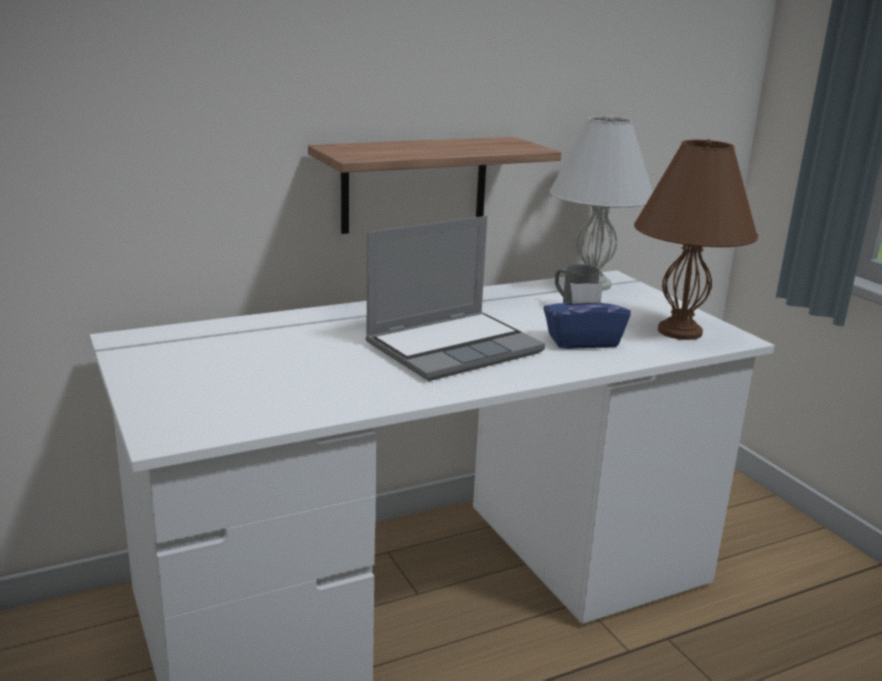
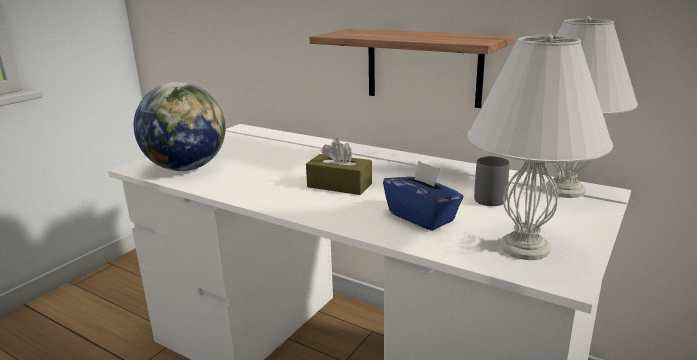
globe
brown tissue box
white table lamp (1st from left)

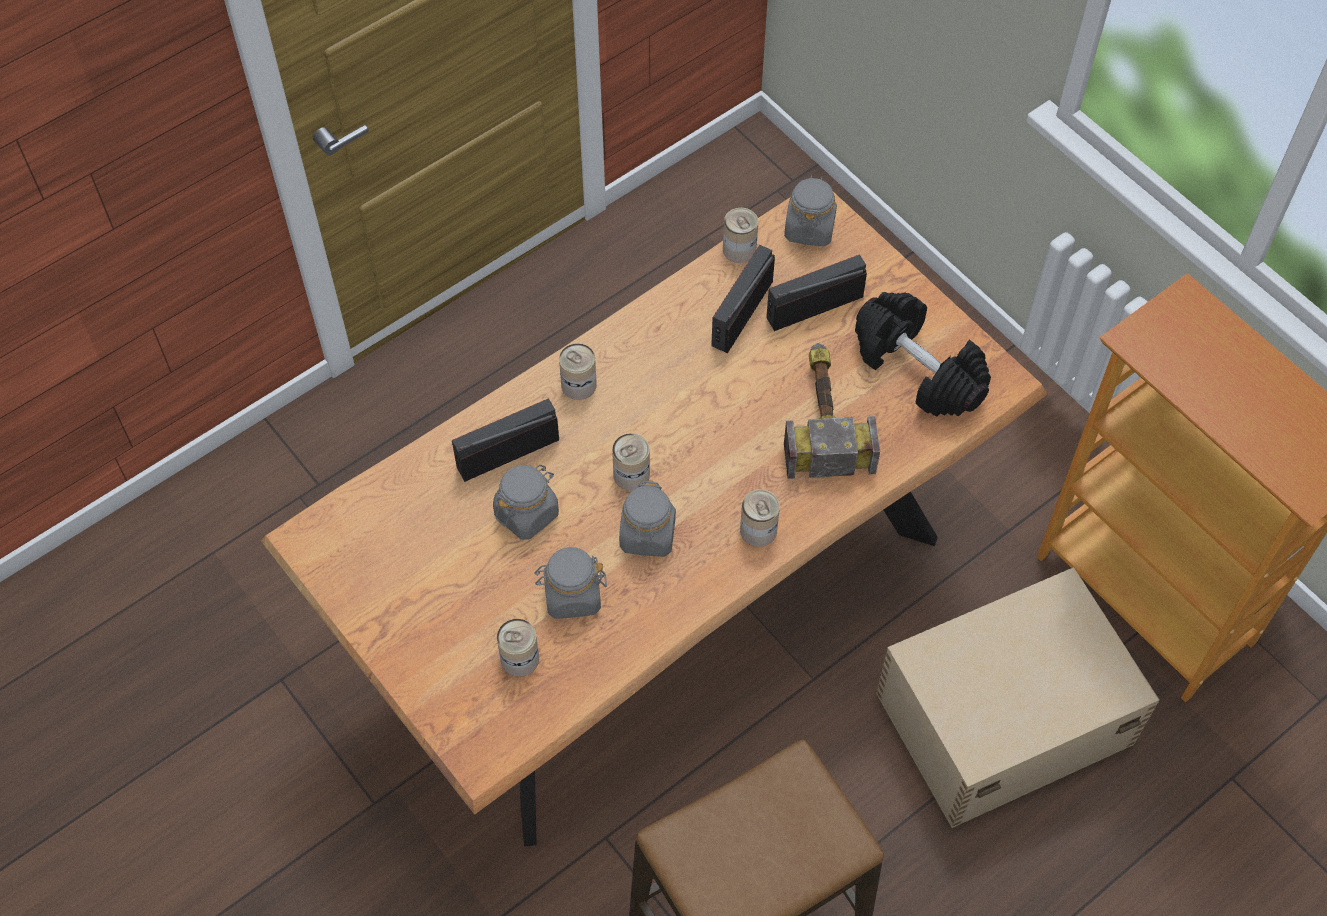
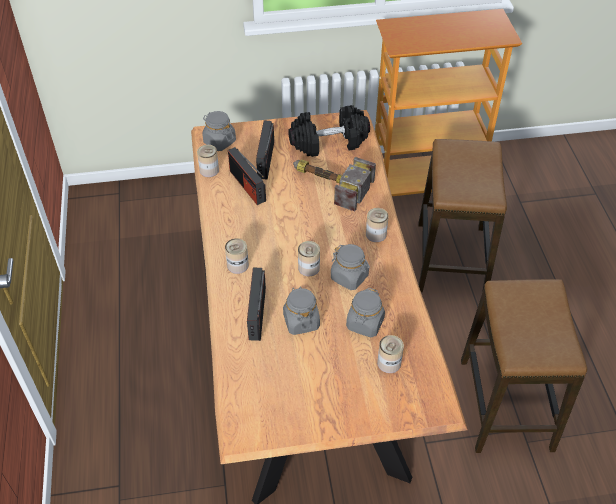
stool (1st from left)

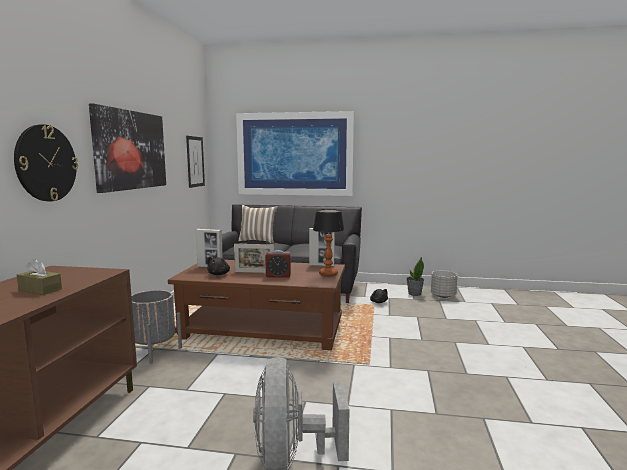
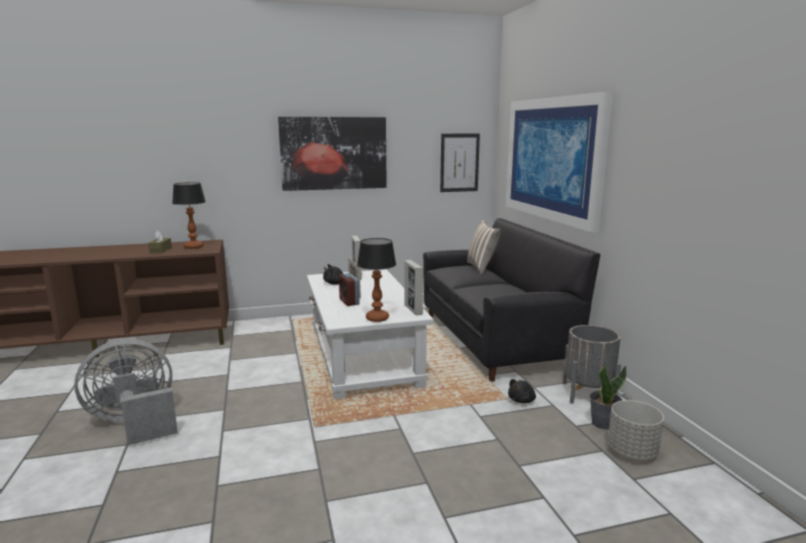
table lamp (1st from left)
white coffee table
grey planter (1st from left)
wall clock

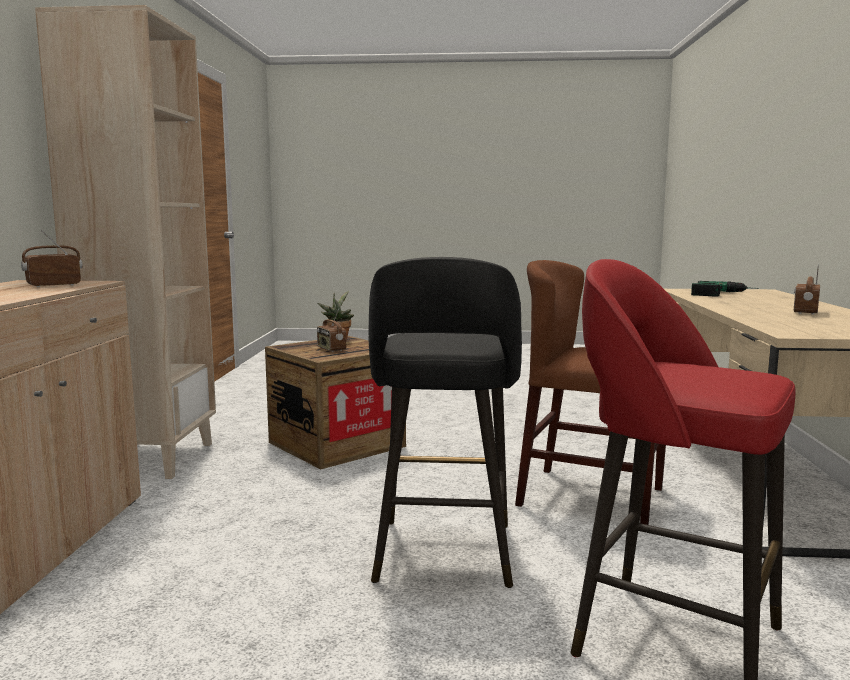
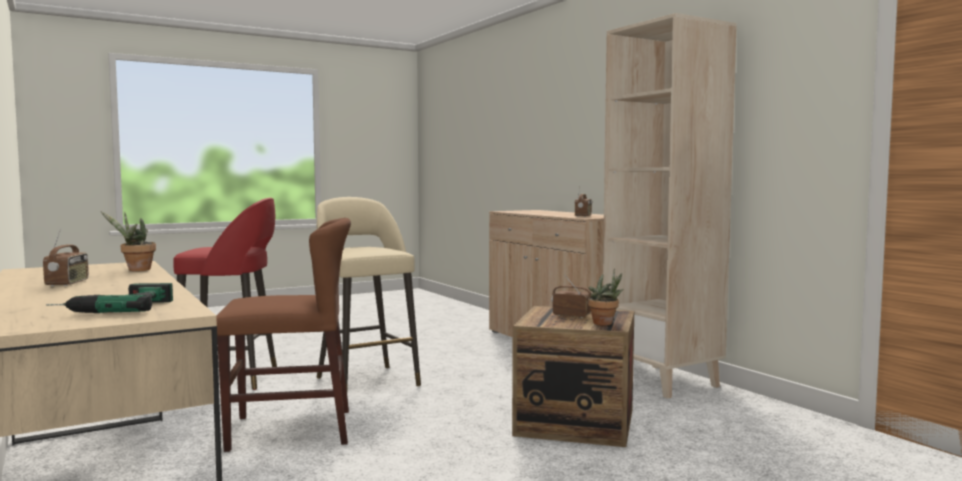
potted plant (1st from left)
beige stool

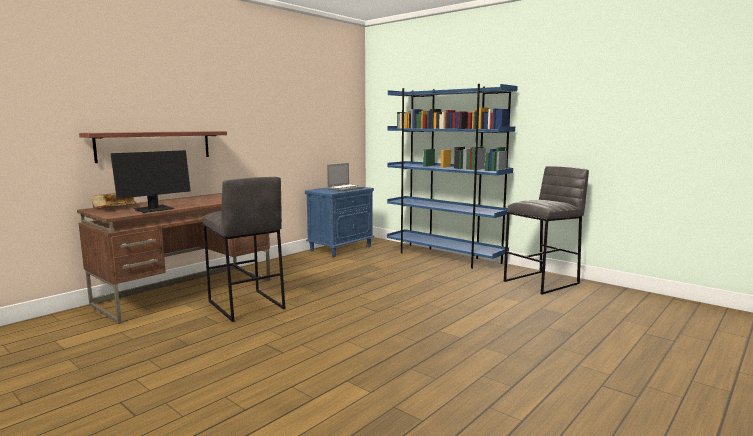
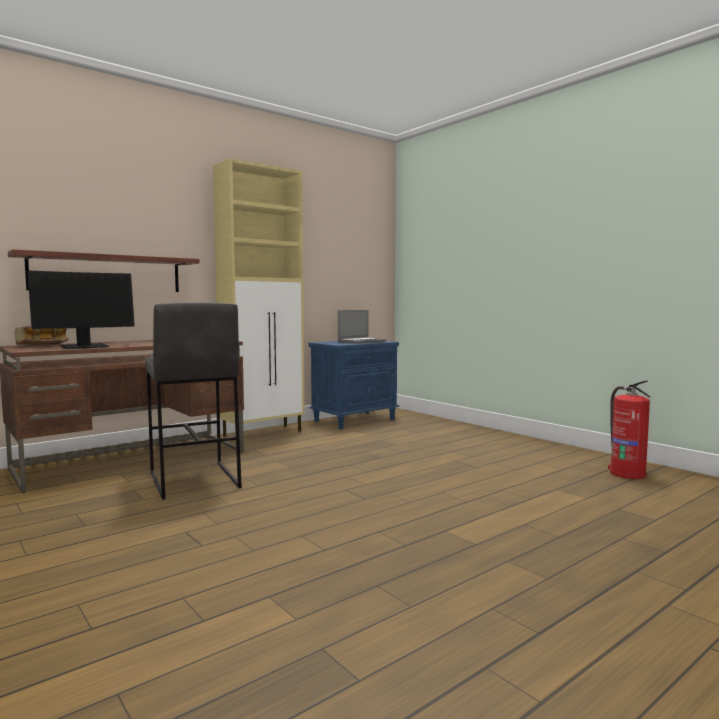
beige cabinet
fire extinguisher
blue bookcase

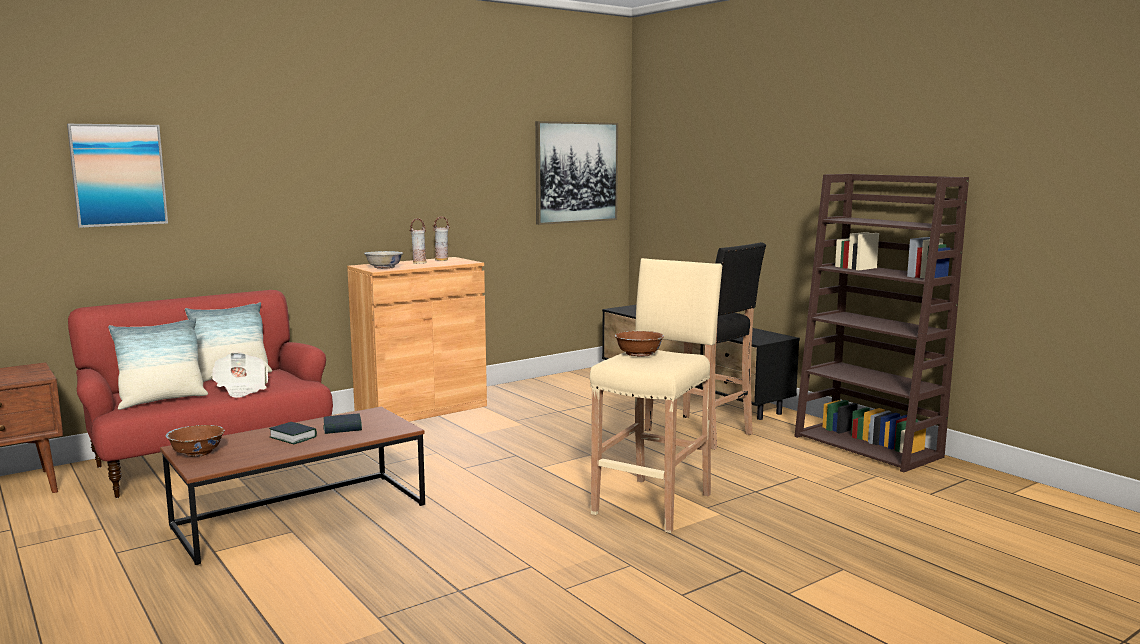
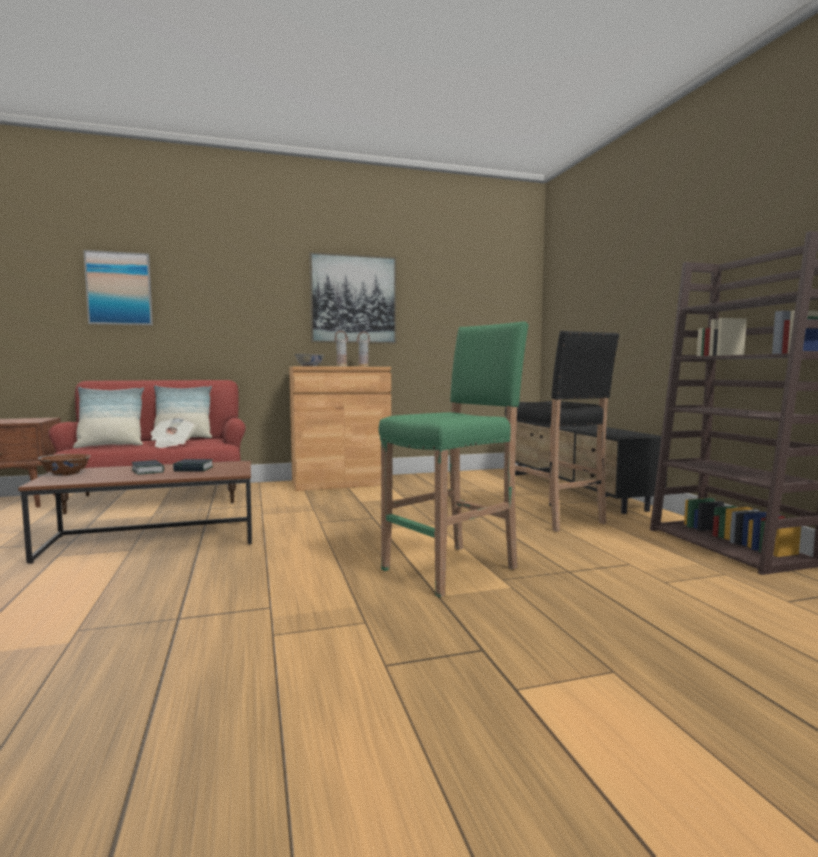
picture (2nd from left)
green stool
brown bowl (2nd from left in the first image)

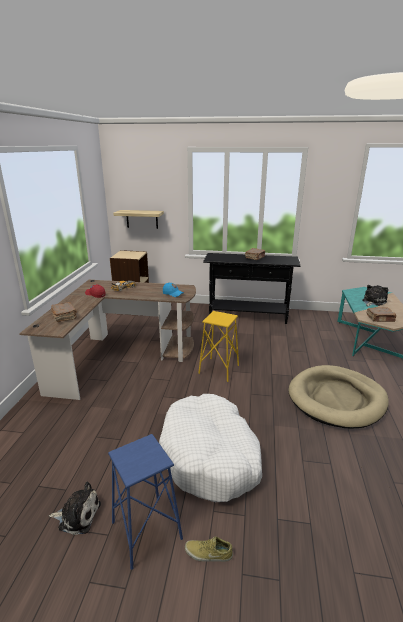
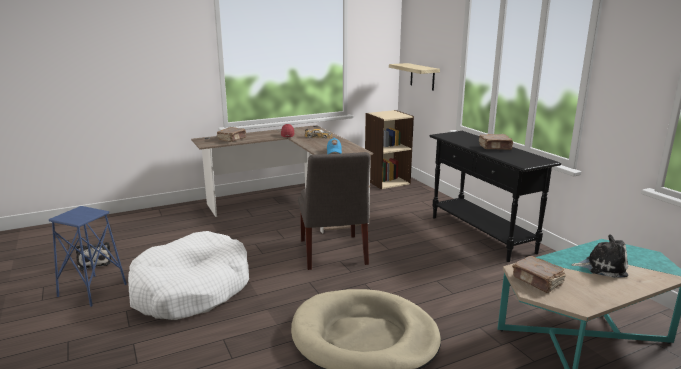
grey chair
beige shoe

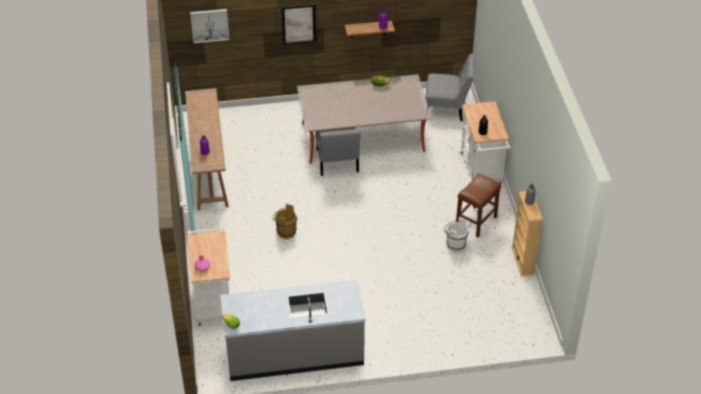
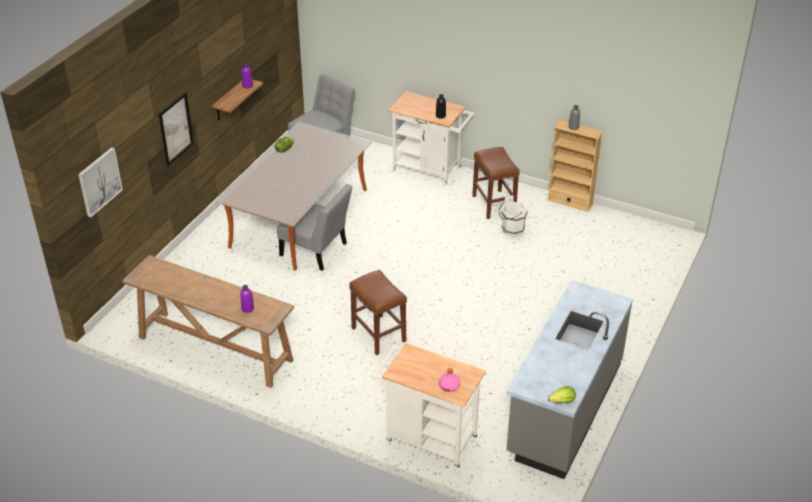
brown stool (1st from left)

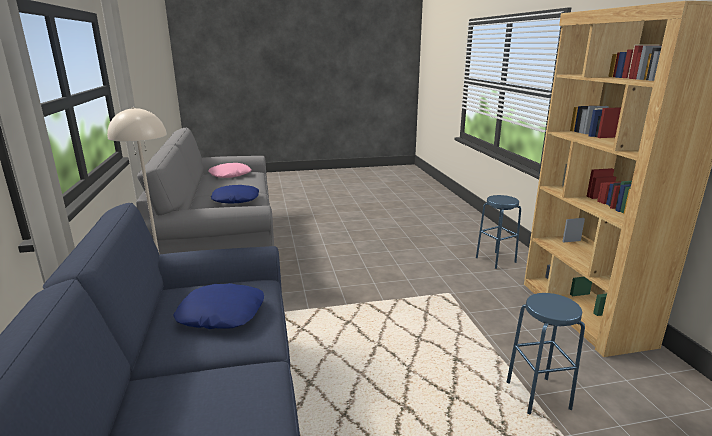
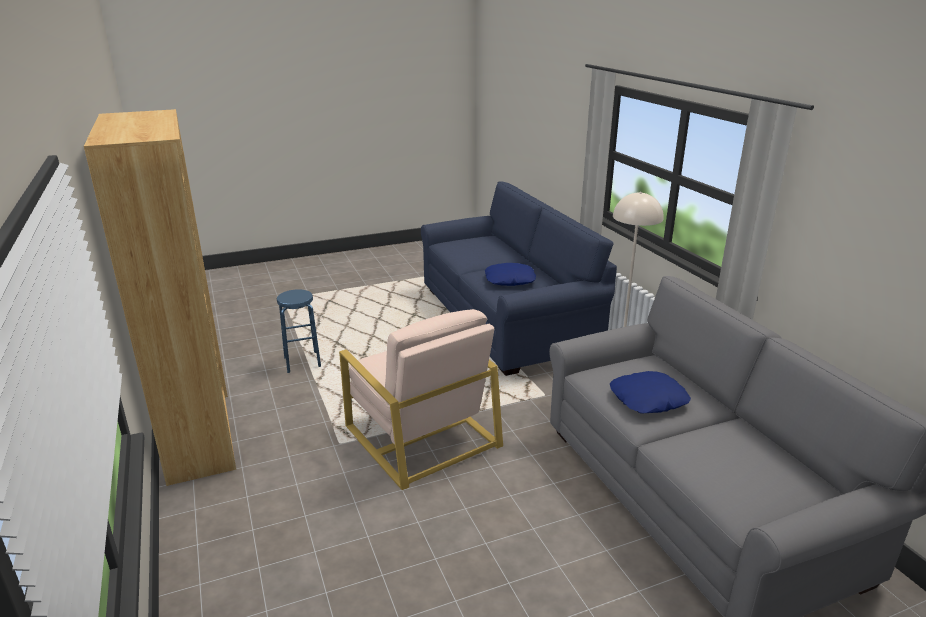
beige armchair
pink pillow
blue stool (1st from left in the first image)

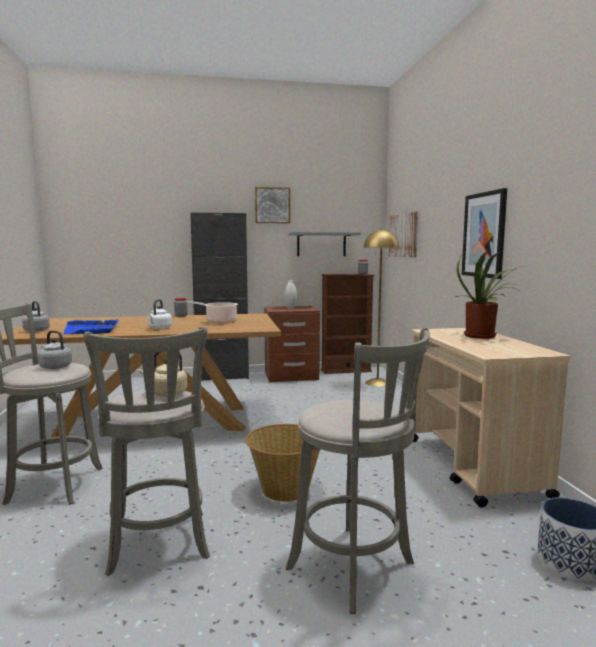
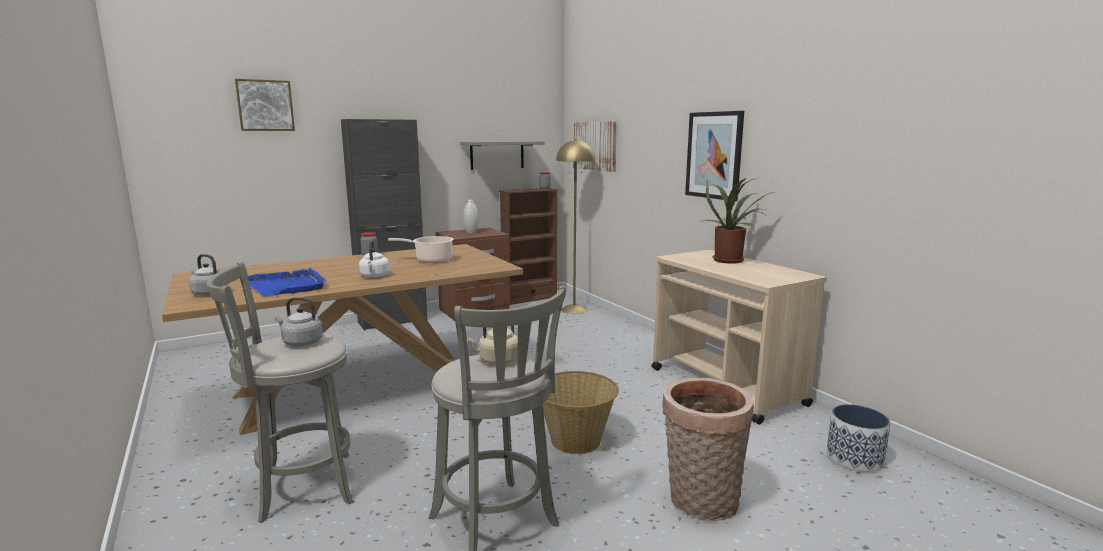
picture (1st from left)
basket (2nd from left)

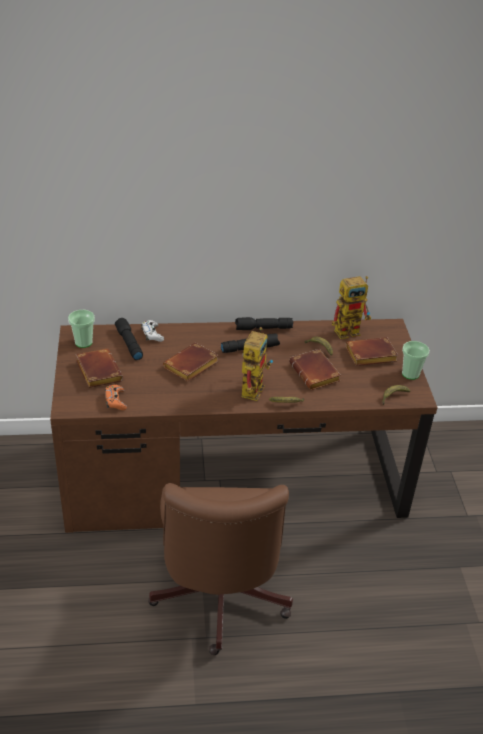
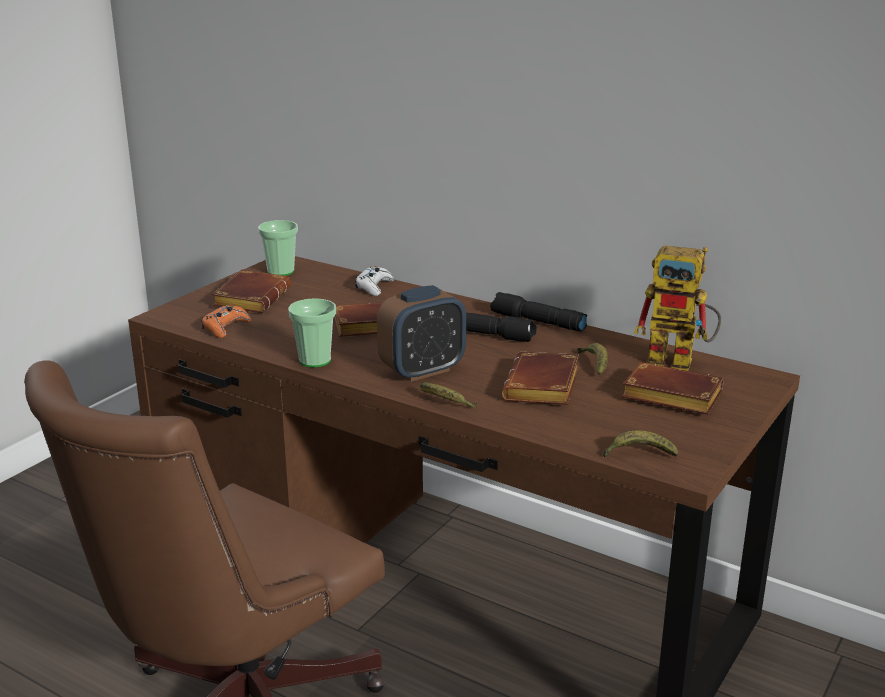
cup (2nd from left)
alarm clock
black flashlight (1st from left in the first image)

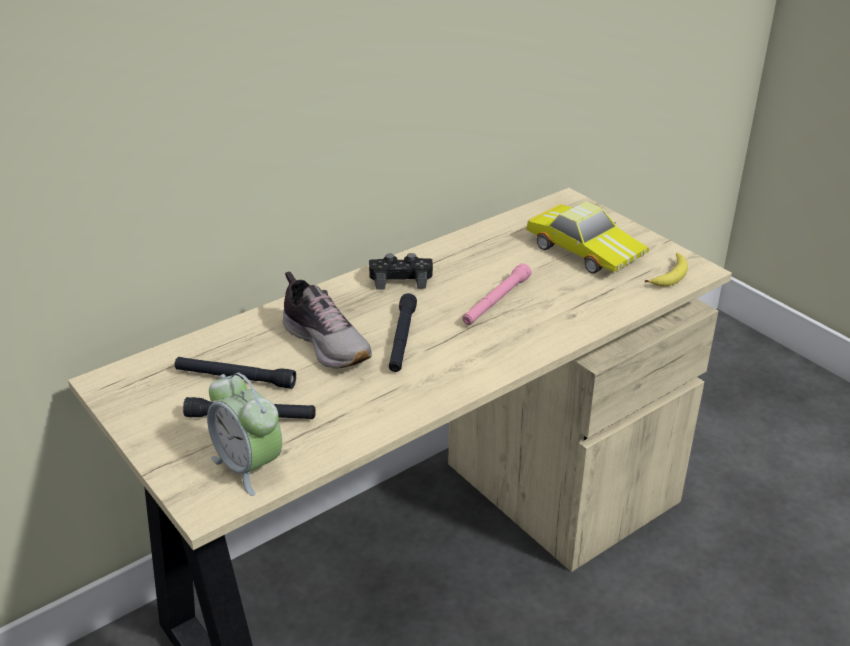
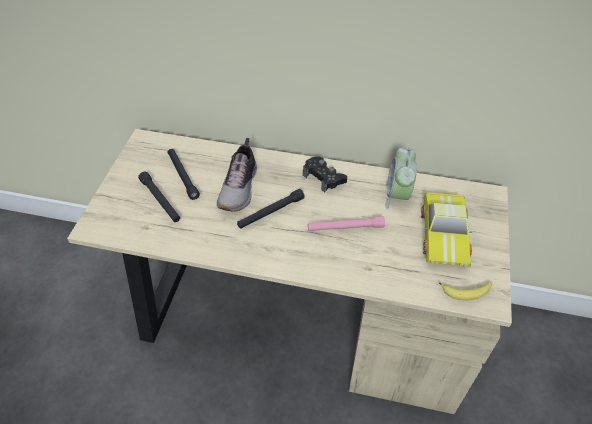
alarm clock

